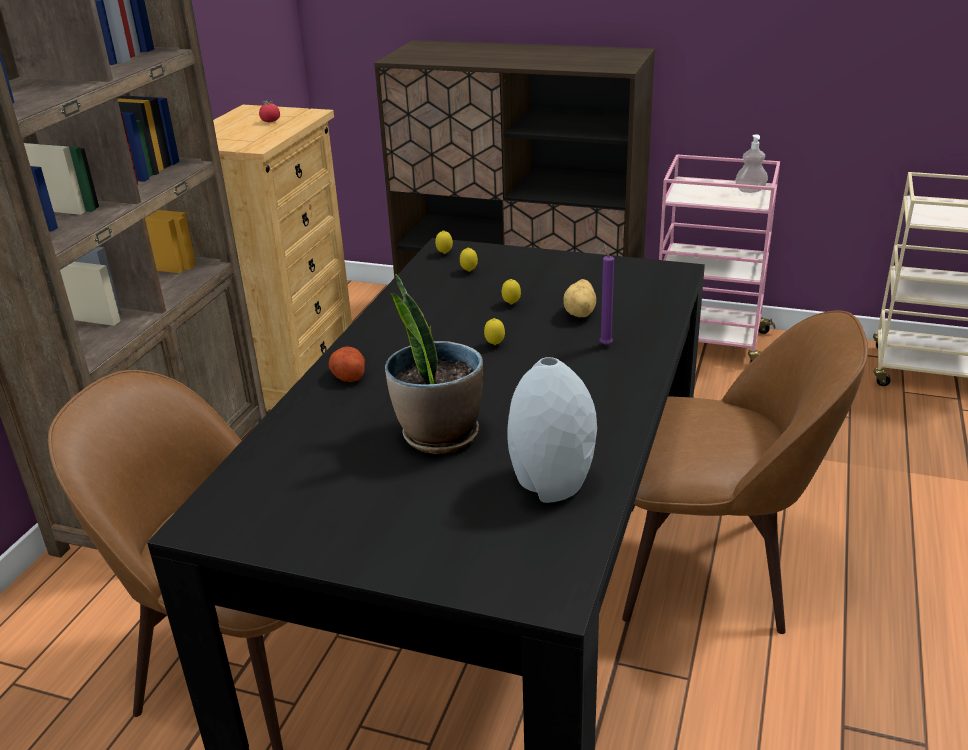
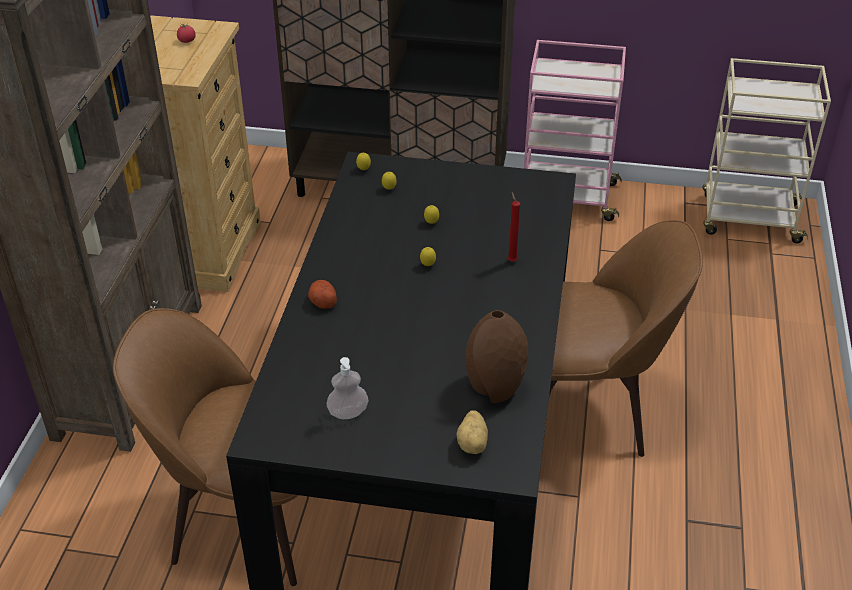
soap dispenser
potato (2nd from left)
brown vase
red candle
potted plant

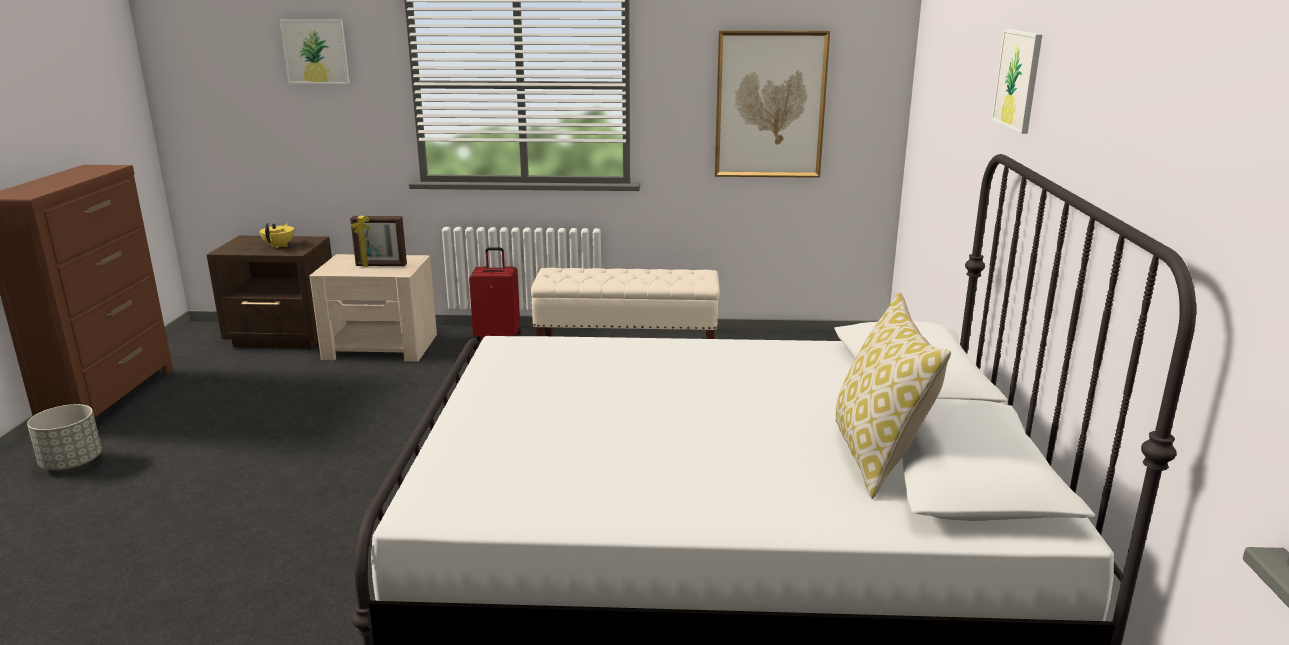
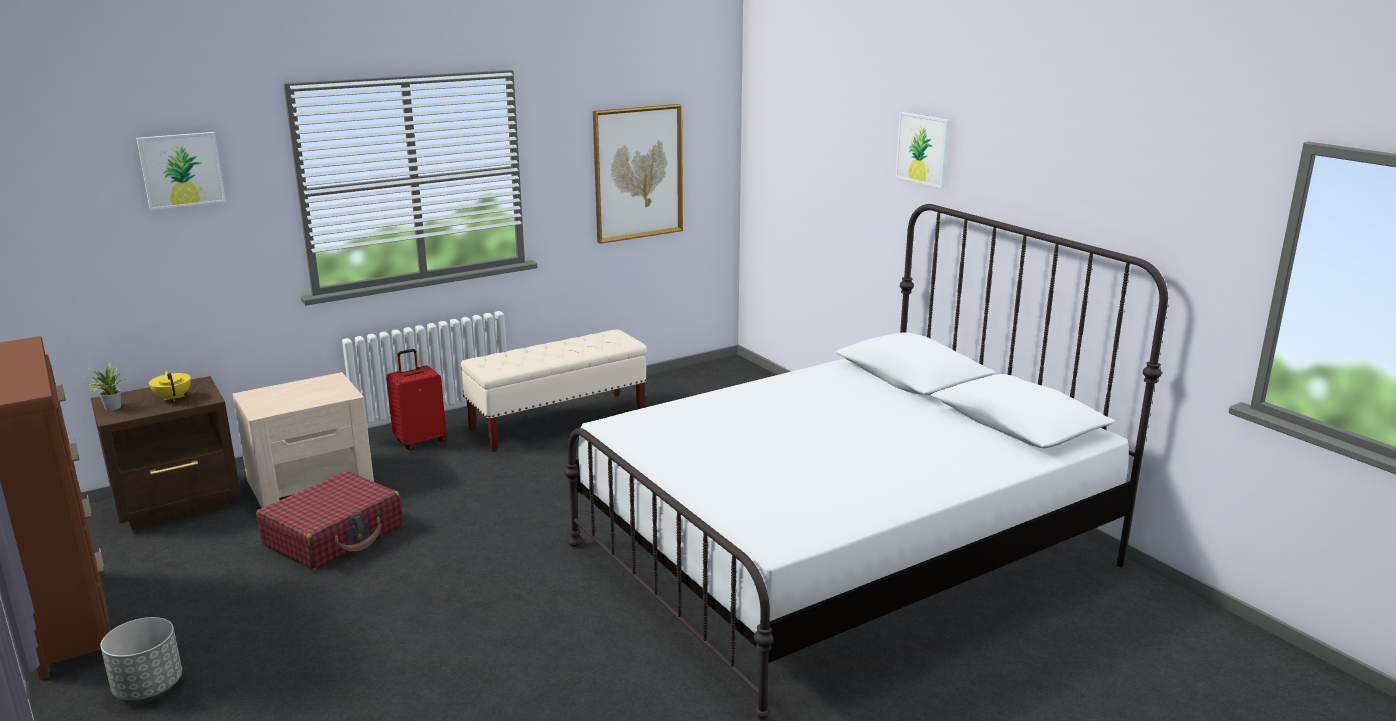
potted plant
red suitcase (1st from left)
picture frame
pillow

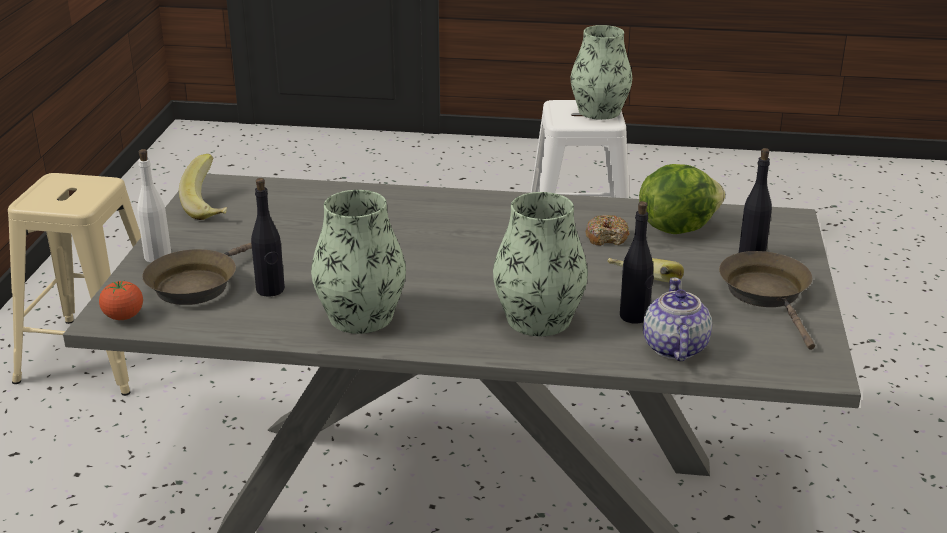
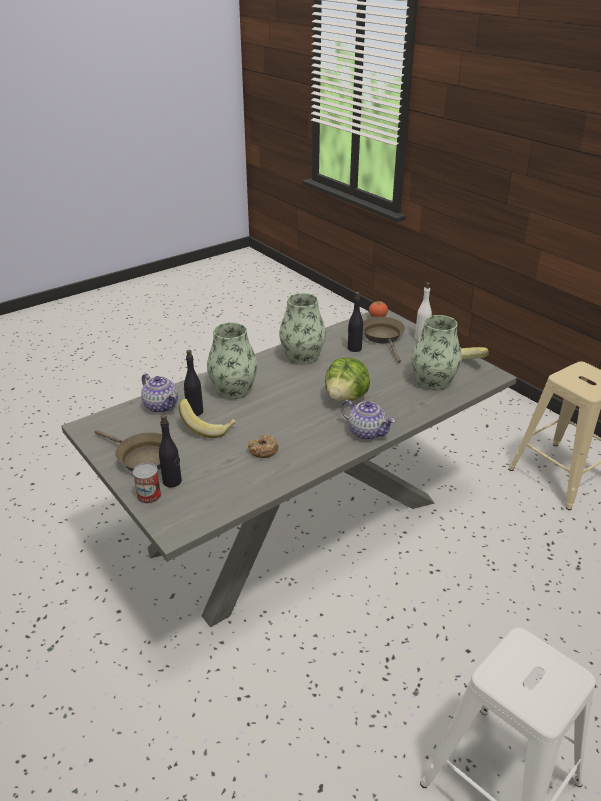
can
lettuce
teapot (2nd from left)
vase (3rd from left)

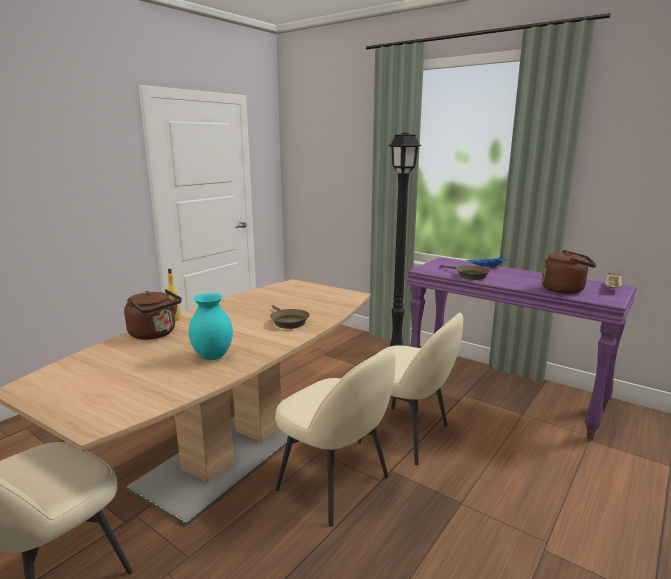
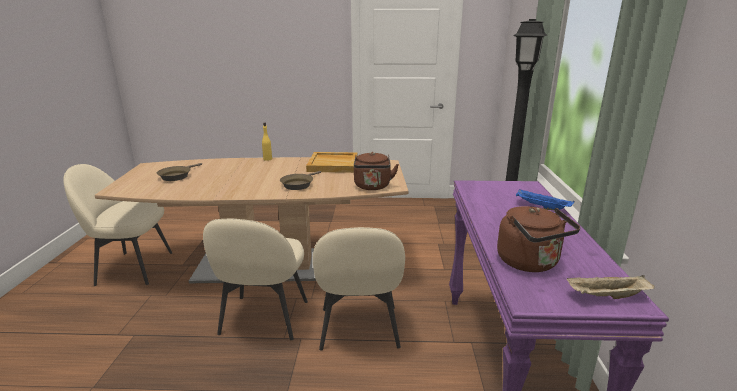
brown frying pan (1st from left)
beige tray (1st from left)
brown kettle (1st from left)
turquoise vase

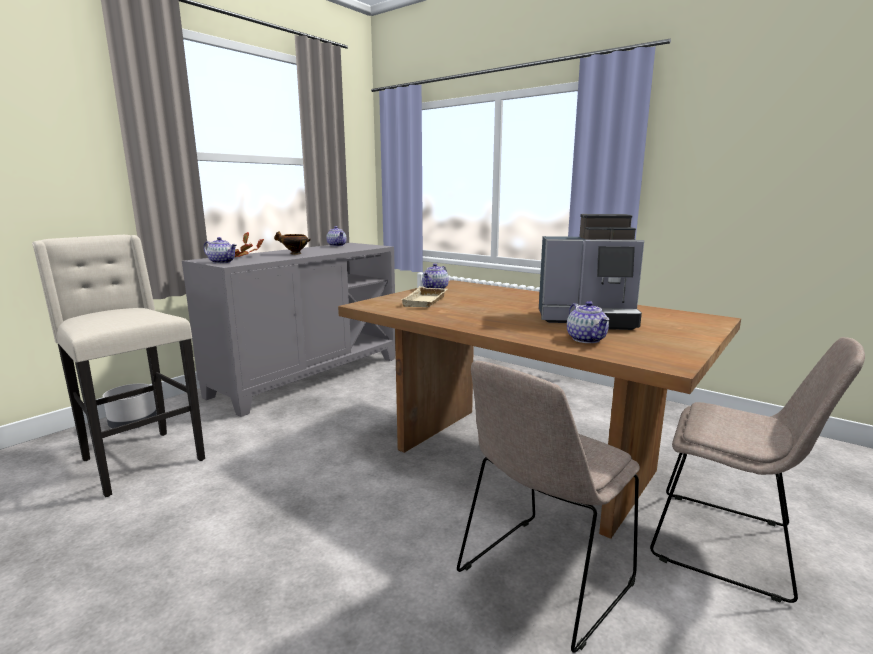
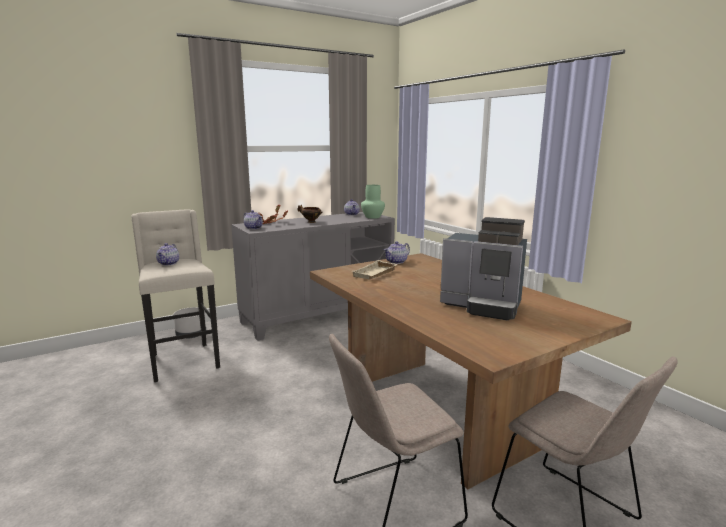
teapot (1st from left)
green vase

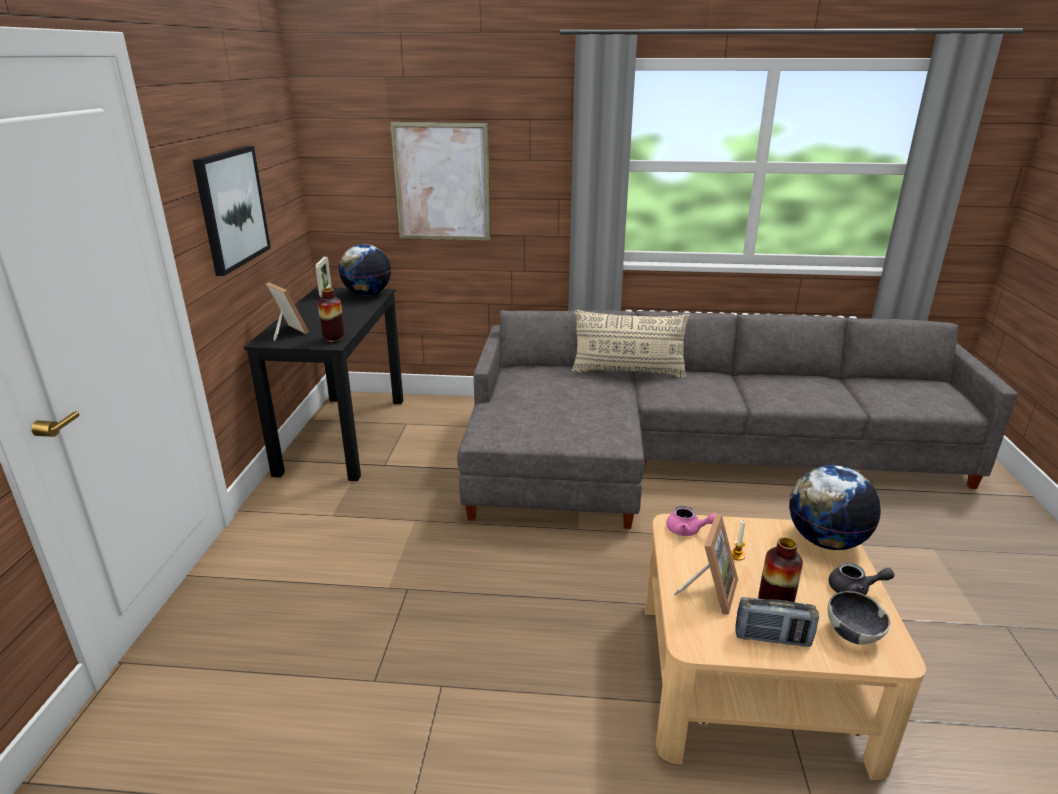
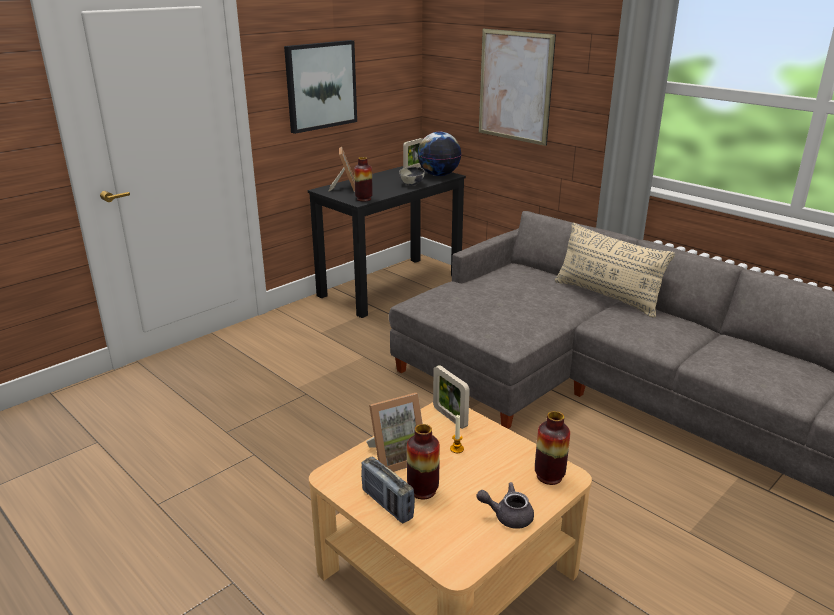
bowl
picture frame (4th from left)
grey teapot
vase (3rd from left)

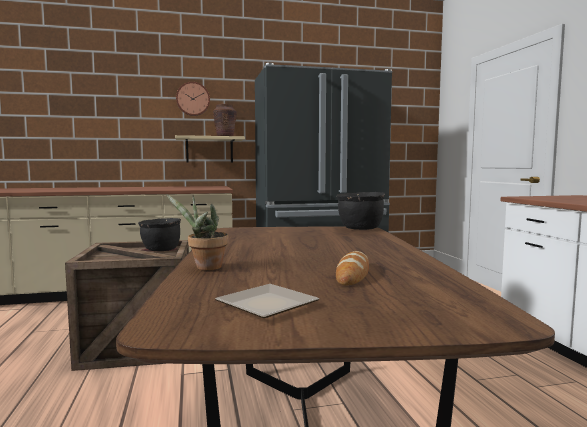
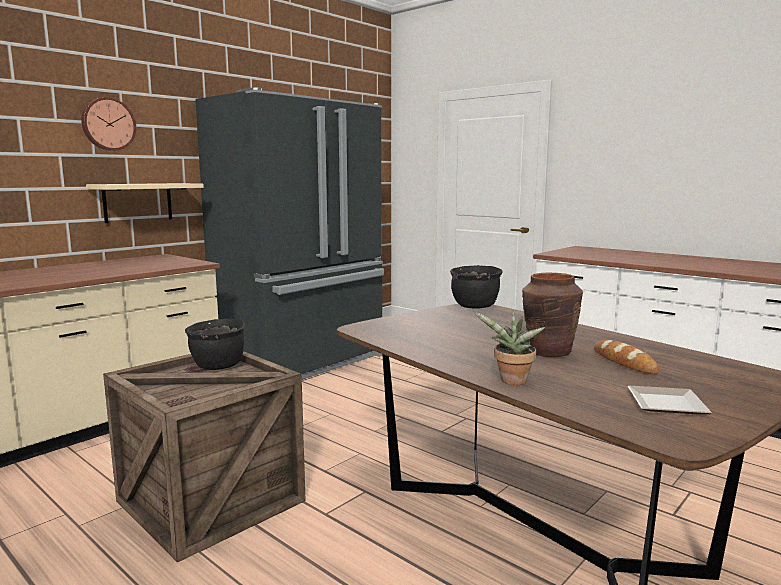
brown vase

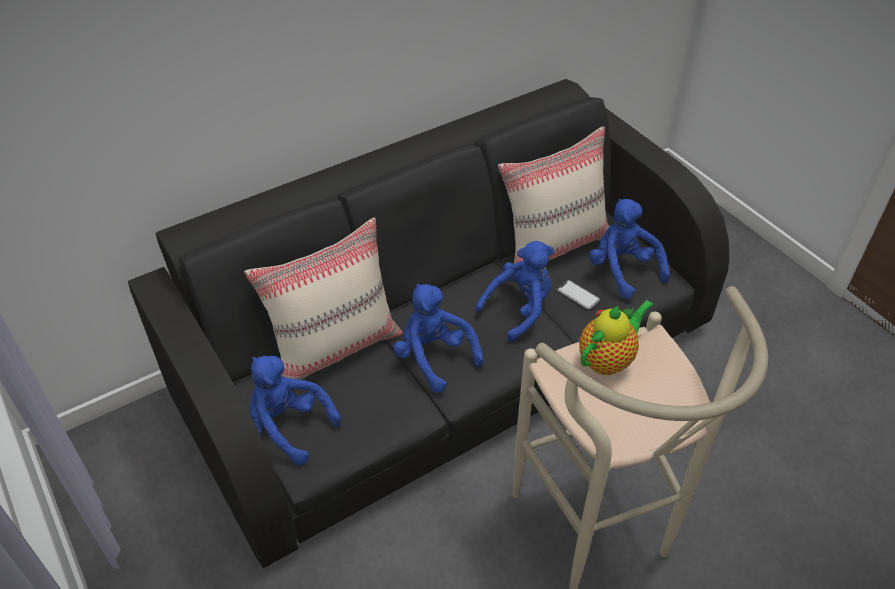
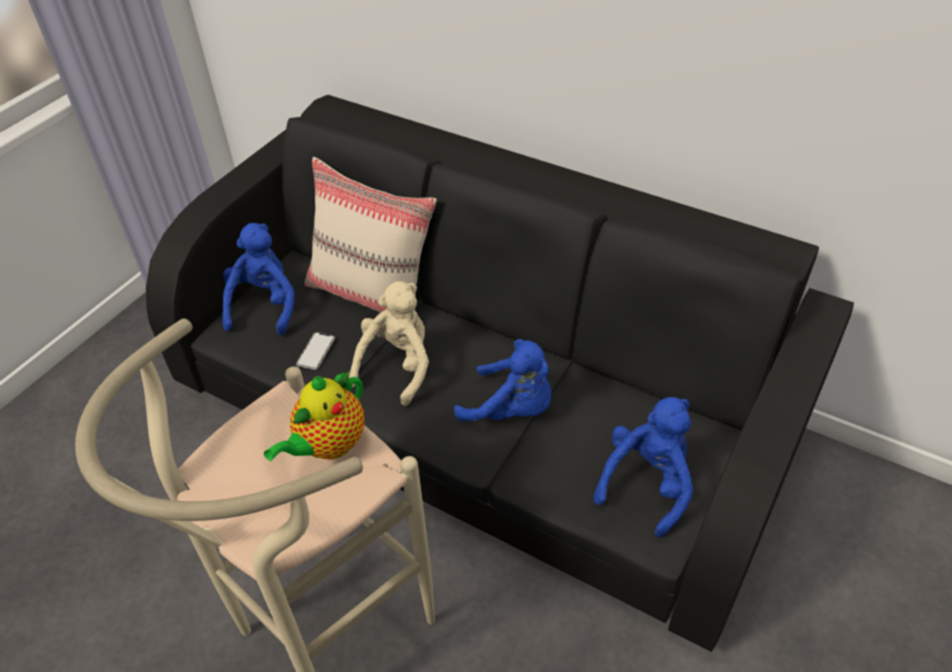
teapot
phone
beige plush toy
beige pillow (2nd from left in the first image)

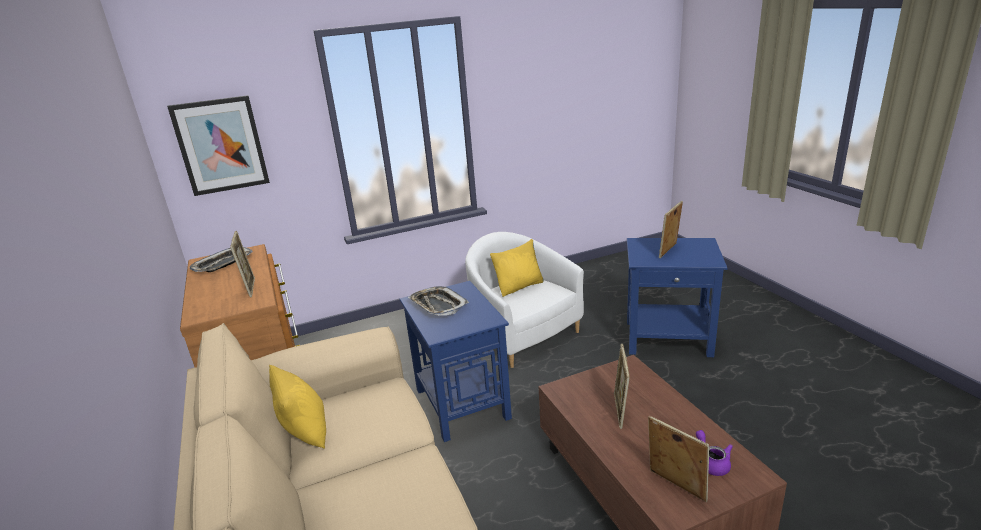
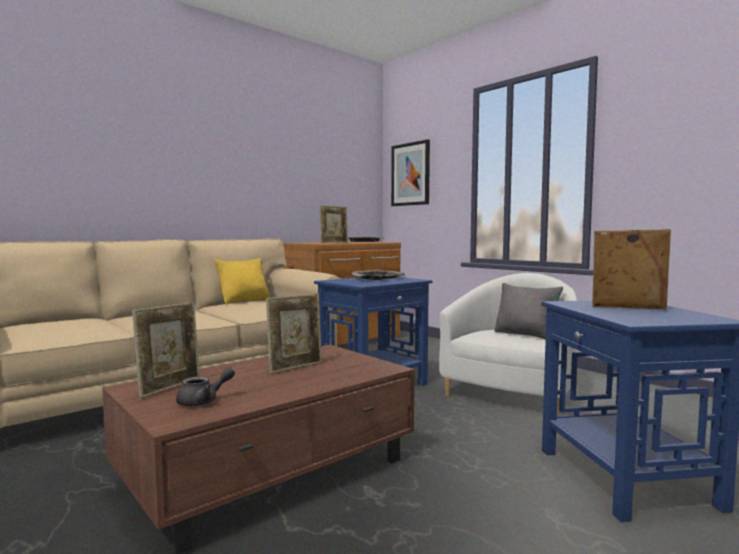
grey teapot
picture frame (2nd from left)
grey pillow

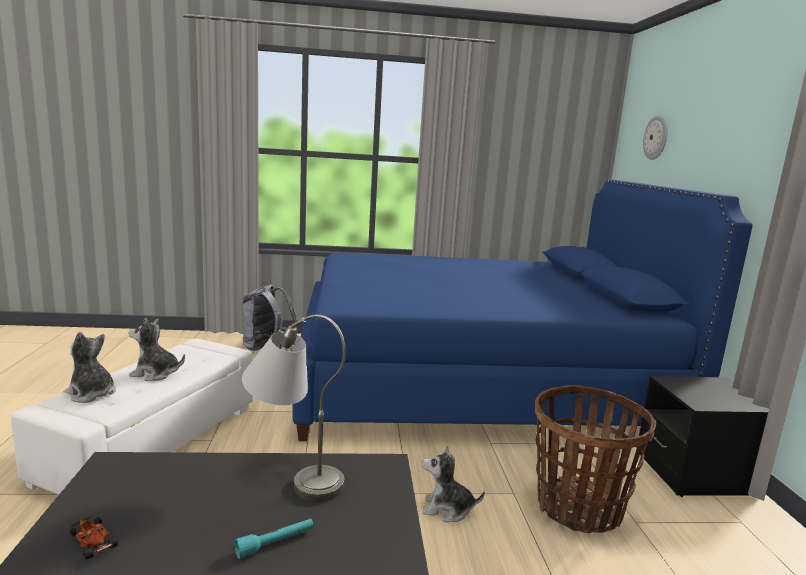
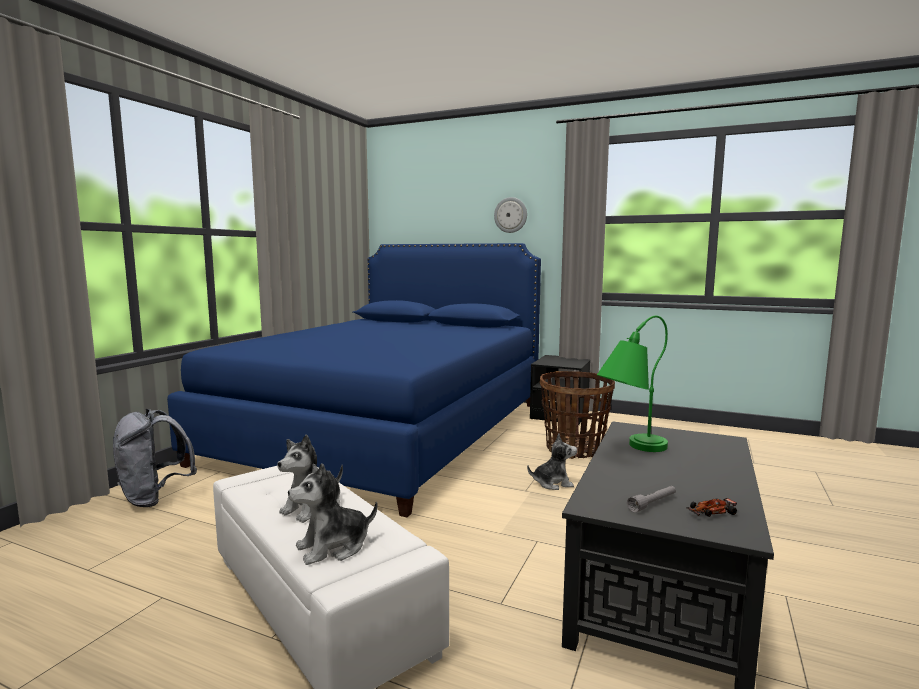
wall clock
plush toy (3rd from left)
green table lamp
grey flashlight
turquoise flashlight

